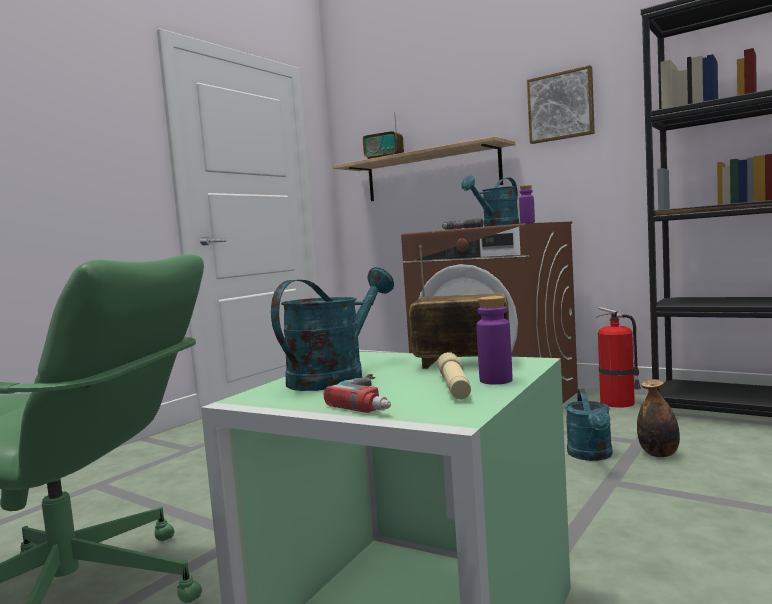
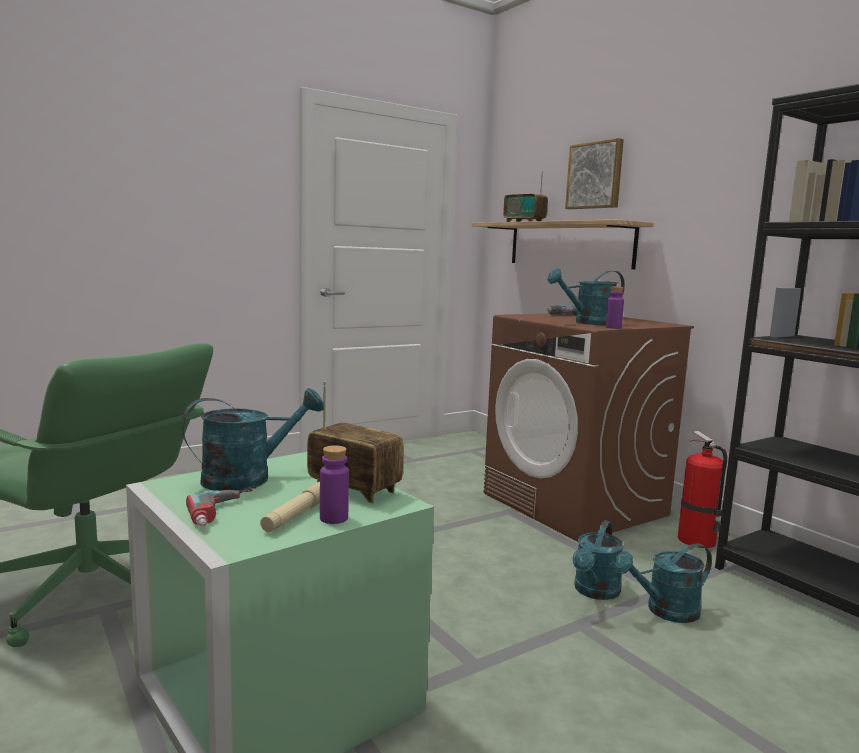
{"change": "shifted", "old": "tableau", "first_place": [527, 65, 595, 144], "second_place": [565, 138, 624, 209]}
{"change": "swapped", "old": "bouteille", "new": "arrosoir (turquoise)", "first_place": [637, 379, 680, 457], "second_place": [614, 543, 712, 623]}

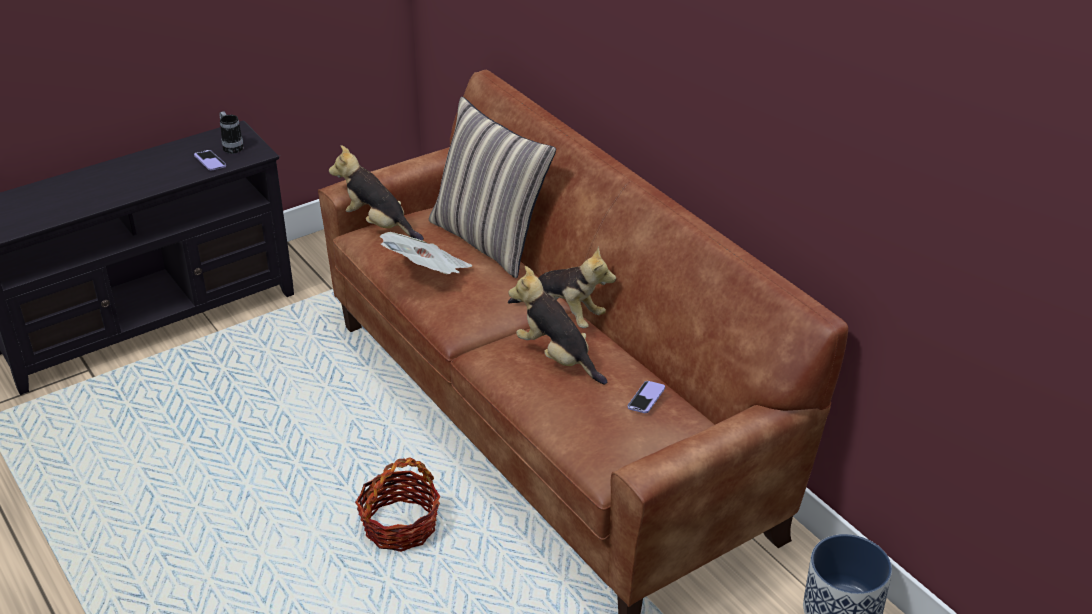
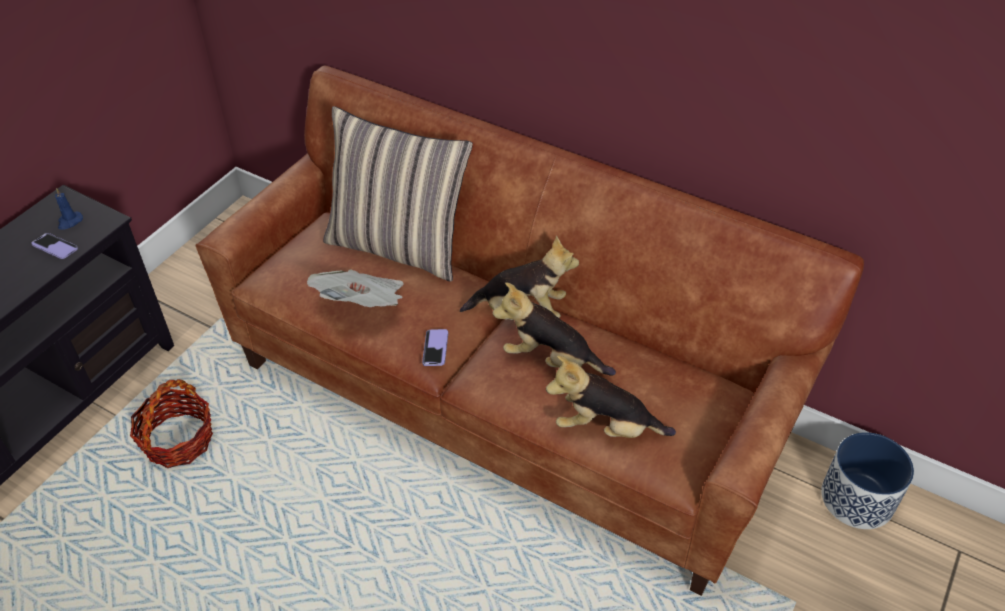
{"change": "swapped", "old": "mug", "new": "bougie (bleu)", "first_place": [219, 111, 244, 154], "second_place": [55, 188, 83, 230]}
{"change": "shifted", "old": "peluche", "first_place": [329, 145, 424, 241], "second_place": [546, 356, 676, 438]}
{"change": "shifted", "old": "panier", "first_place": [355, 457, 441, 552], "second_place": [130, 379, 213, 468]}
{"change": "shifted", "old": "téléphone", "first_place": [628, 381, 665, 413], "second_place": [422, 329, 448, 366]}

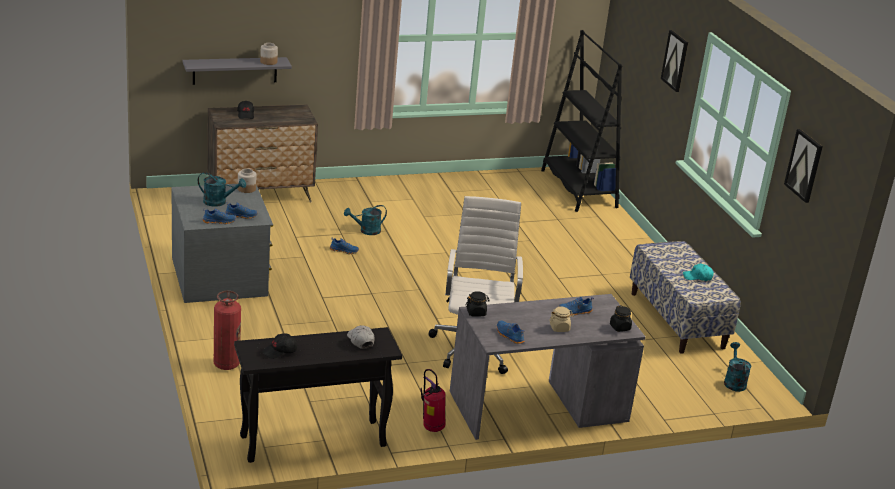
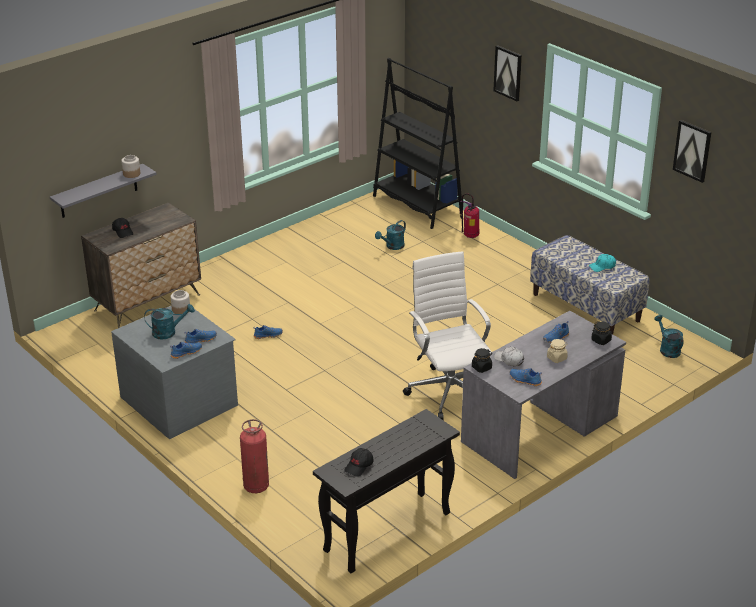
{"change": "shifted", "old": "arrosoir (turquoise)", "first_place": [344, 205, 387, 235], "second_place": [375, 220, 406, 250]}
{"change": "shifted", "old": "casquette (blanc)", "first_place": [347, 325, 375, 349], "second_place": [494, 347, 524, 367]}
{"change": "shifted", "old": "extincteur", "first_place": [420, 369, 446, 432], "second_place": [459, 193, 480, 238]}

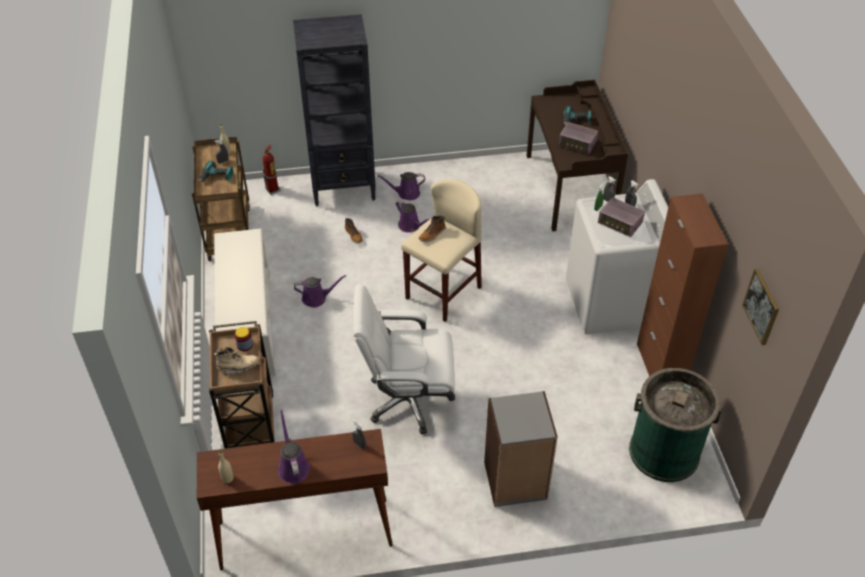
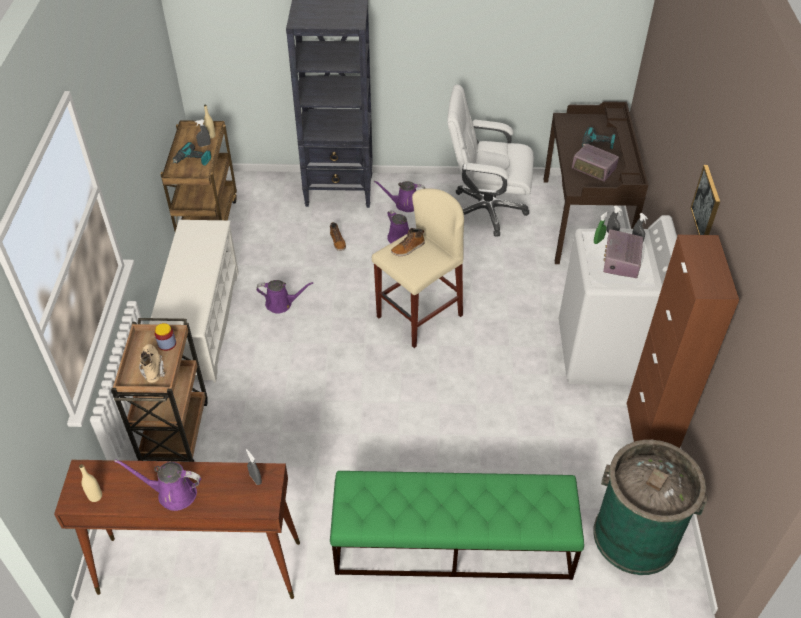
{"change": "rotated", "old": "botte (beige)", "first_place": [214, 347, 259, 377], "second_place": [139, 344, 165, 383], "degrees": -105}
{"change": "gone", "old": "extincteur", "first_place": [263, 145, 281, 195]}
{"change": "rotated", "old": "arrosoir (violet)", "first_place": [278, 410, 310, 484], "second_place": [114, 459, 201, 511], "degrees": -75}
{"change": "shifted", "old": "chaise de bureau (blanc)", "first_place": [353, 284, 455, 434], "second_place": [447, 84, 534, 237]}
{"change": "swapped", "old": "bibliothèque (gris)", "new": "banc (vert)", "first_place": [484, 391, 558, 507], "second_place": [330, 471, 584, 580]}
{"change": "rotated", "old": "radio", "first_place": [598, 197, 645, 237], "second_place": [603, 229, 643, 278], "degrees": 60}
{"change": "shifted", "old": "tableau", "first_place": [742, 269, 779, 345], "second_place": [690, 165, 720, 235]}

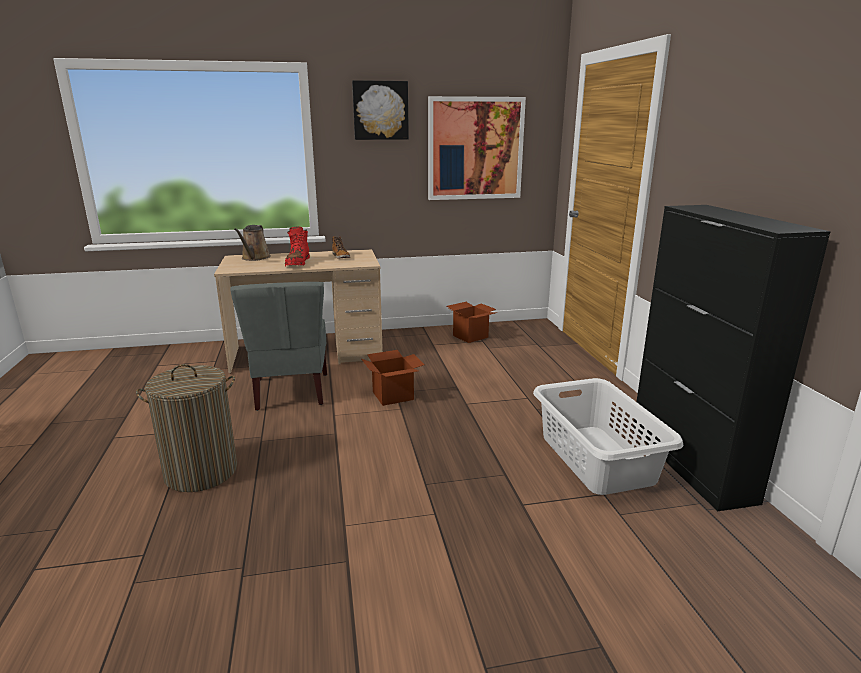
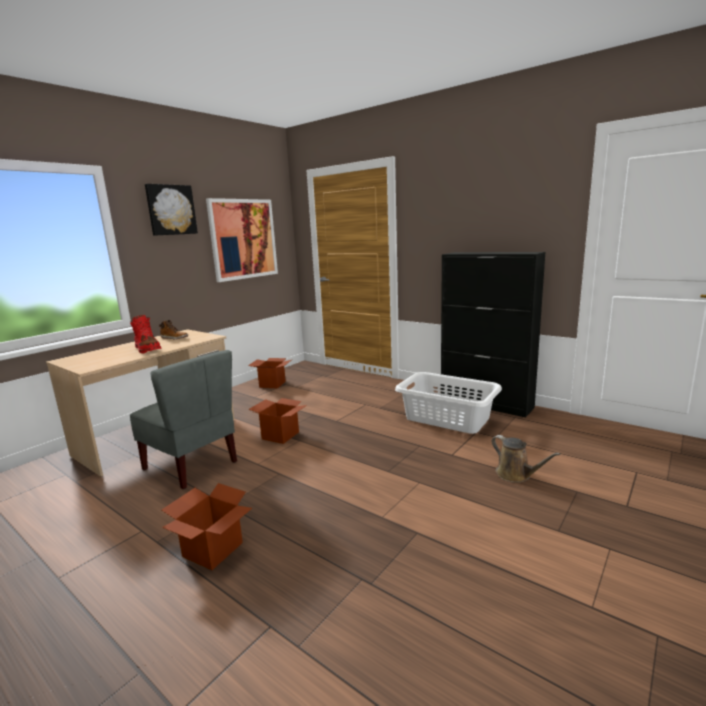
{"change": "swapped", "old": "panier à linge", "new": "carton", "first_place": [136, 364, 237, 492], "second_place": [162, 483, 252, 570]}
{"change": "shifted", "old": "arrosoir (marron)", "first_place": [234, 225, 271, 261], "second_place": [491, 435, 561, 483]}

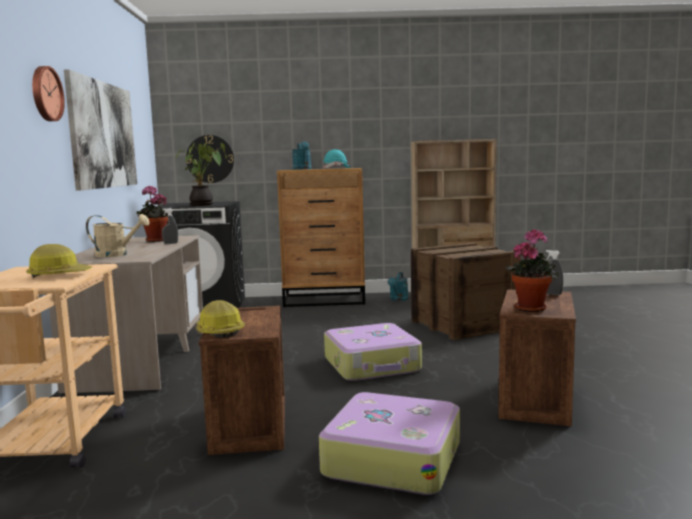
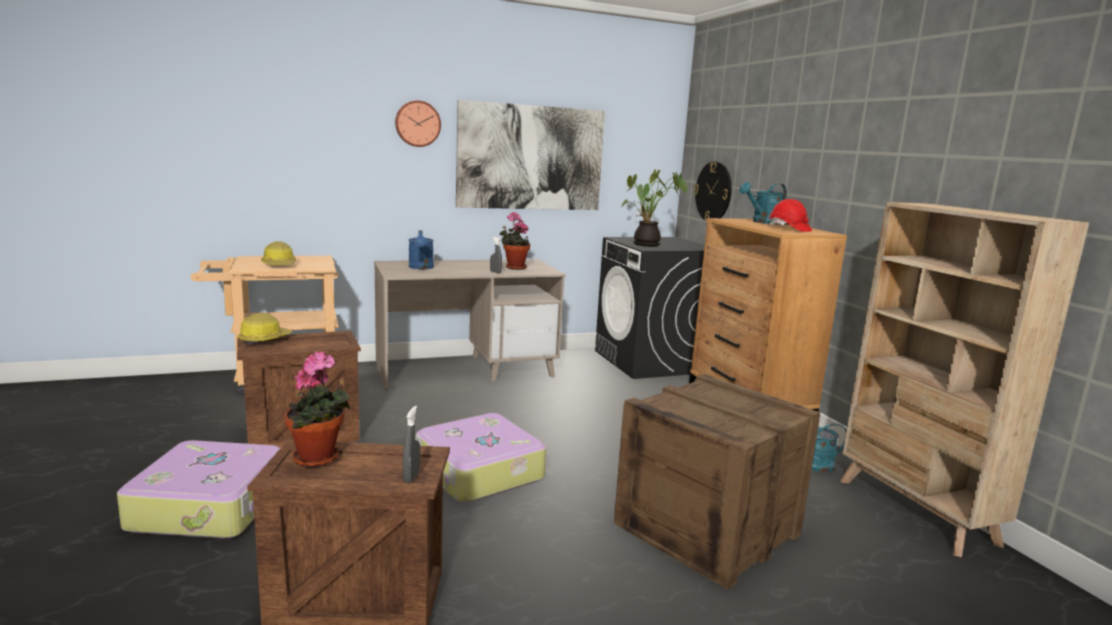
{"change": "repainted", "old": "arrosoir (beige)", "new": "arrosoir (bleu)", "first_place": [86, 214, 150, 257], "second_place": [409, 230, 434, 269]}
{"change": "repainted", "old": "casque de chantier (turquoise)", "new": "casque de chantier (rouge)", "first_place": [323, 149, 351, 169], "second_place": [769, 199, 812, 232]}

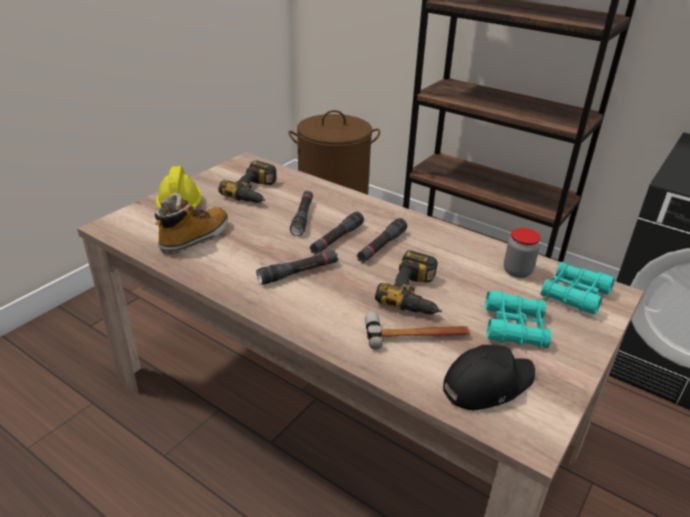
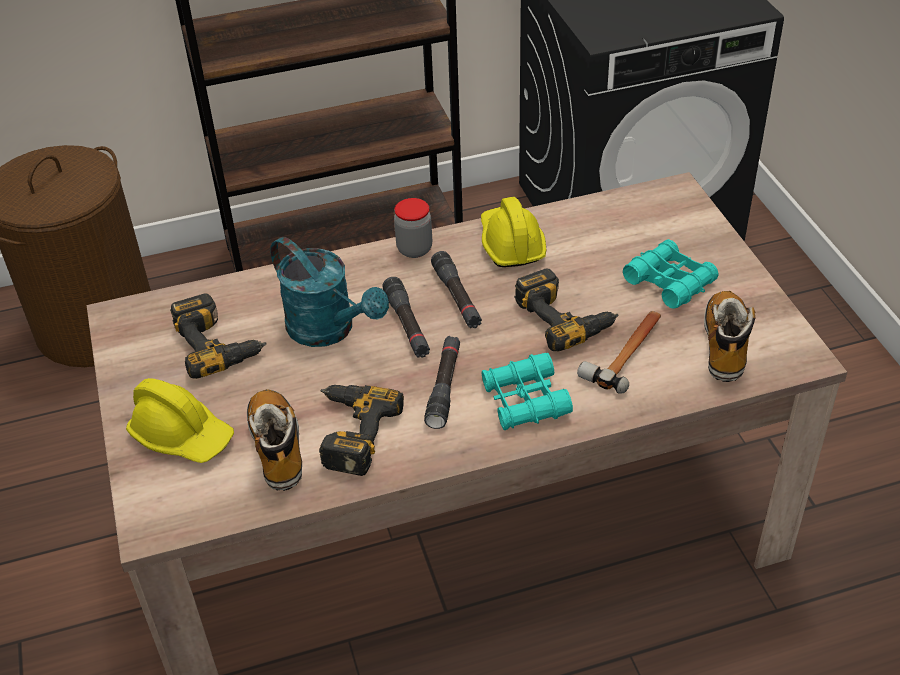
{"change": "swapped", "old": "lampe de poche (noir)", "new": "arrosoir (turquoise)", "first_place": [290, 191, 313, 236], "second_place": [270, 237, 389, 347]}
{"change": "swapped", "old": "casquette (noir)", "new": "botte", "first_place": [443, 345, 535, 410], "second_place": [704, 291, 756, 382]}
{"change": "shifted", "old": "bocal", "first_place": [504, 228, 541, 278], "second_place": [394, 198, 432, 258]}
{"change": "shifted", "old": "jumelles (turquoise)", "first_place": [541, 262, 615, 314], "second_place": [481, 353, 573, 430]}
{"change": "new", "new": "perceuse", "second_place": [319, 385, 404, 476]}
{"change": "new", "new": "casque de chantier (jaune)", "second_place": [481, 197, 546, 267]}

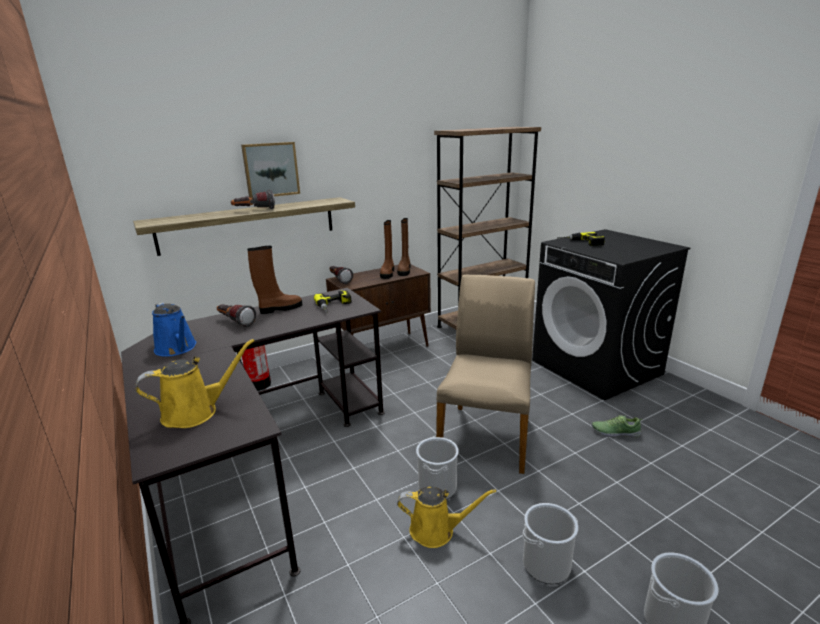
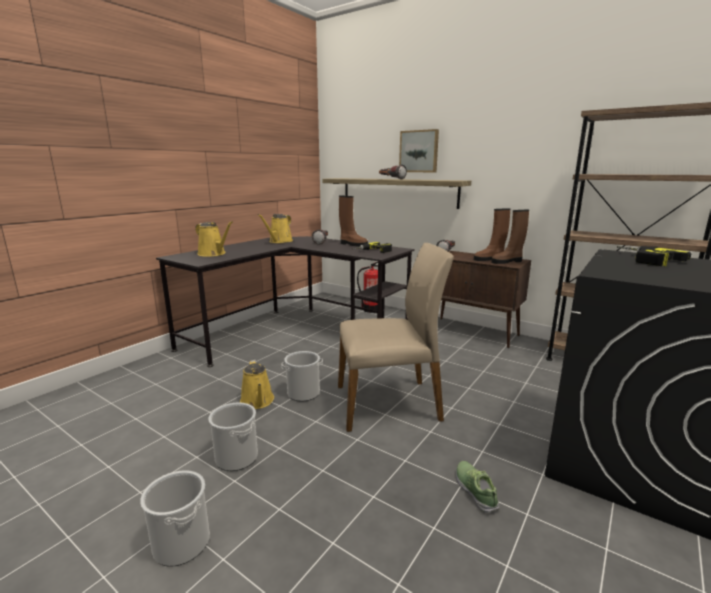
{"change": "repainted", "old": "arrosoir (bleu)", "new": "arrosoir (jaune)", "first_place": [152, 302, 196, 356], "second_place": [257, 214, 293, 243]}

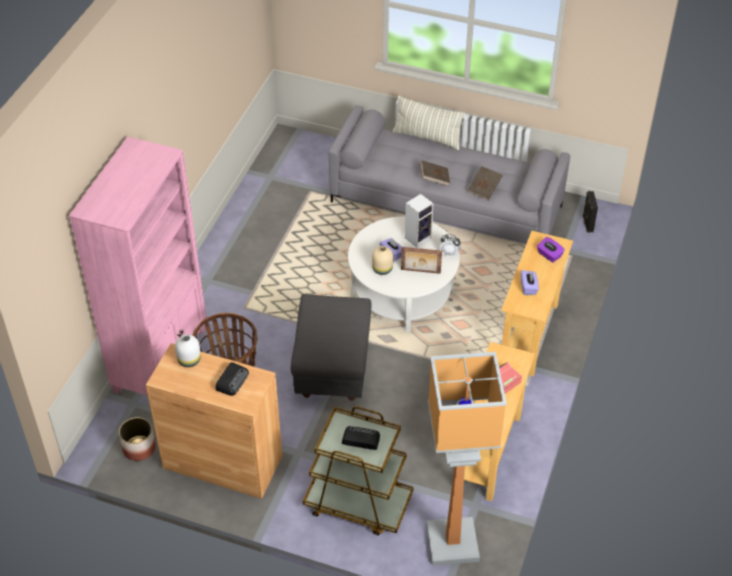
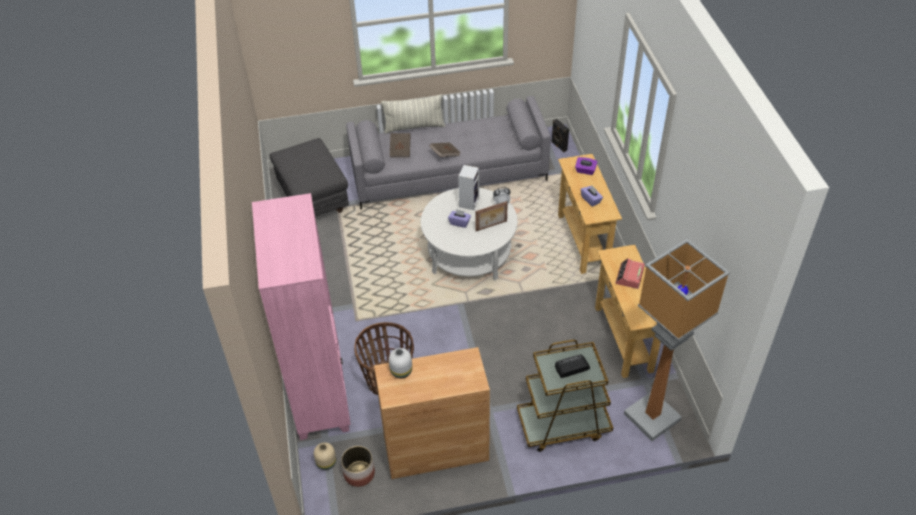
{"change": "gone", "old": "radio", "first_place": [216, 362, 249, 396]}
{"change": "shifted", "old": "pouf (gris)", "first_place": [291, 294, 371, 401], "second_place": [269, 138, 349, 217]}
{"change": "shifted", "old": "vase (beige)", "first_place": [372, 246, 393, 275], "second_place": [314, 442, 336, 470]}
{"change": "shifted", "old": "livre (marron)", "first_place": [468, 166, 502, 201], "second_place": [390, 133, 411, 158]}

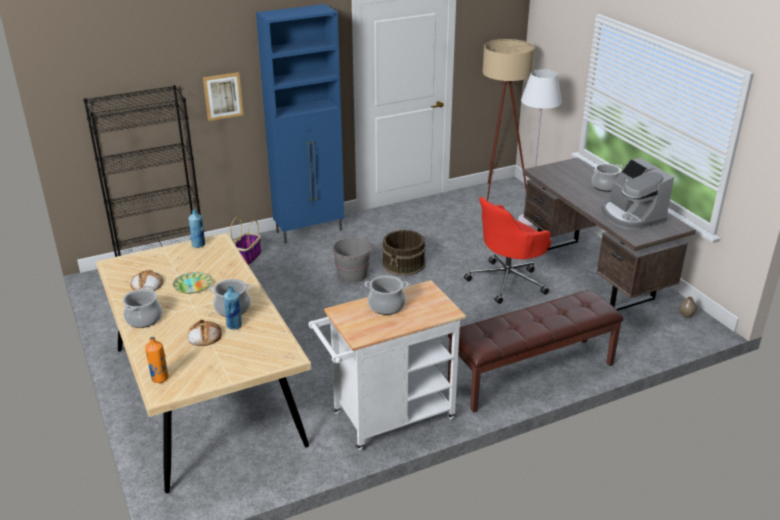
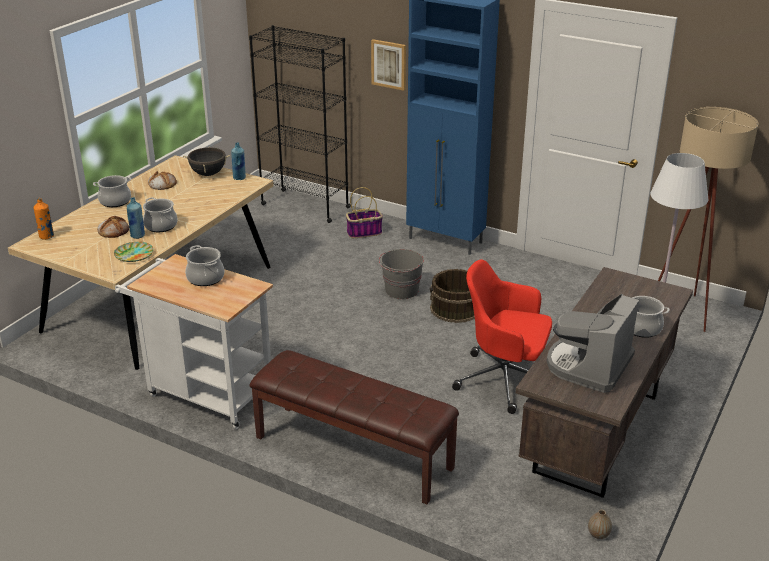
{"change": "shifted", "old": "assiette", "first_place": [173, 272, 212, 294], "second_place": [114, 242, 154, 262]}
{"change": "new", "new": "marmite (noir)", "second_place": [183, 146, 230, 176]}

